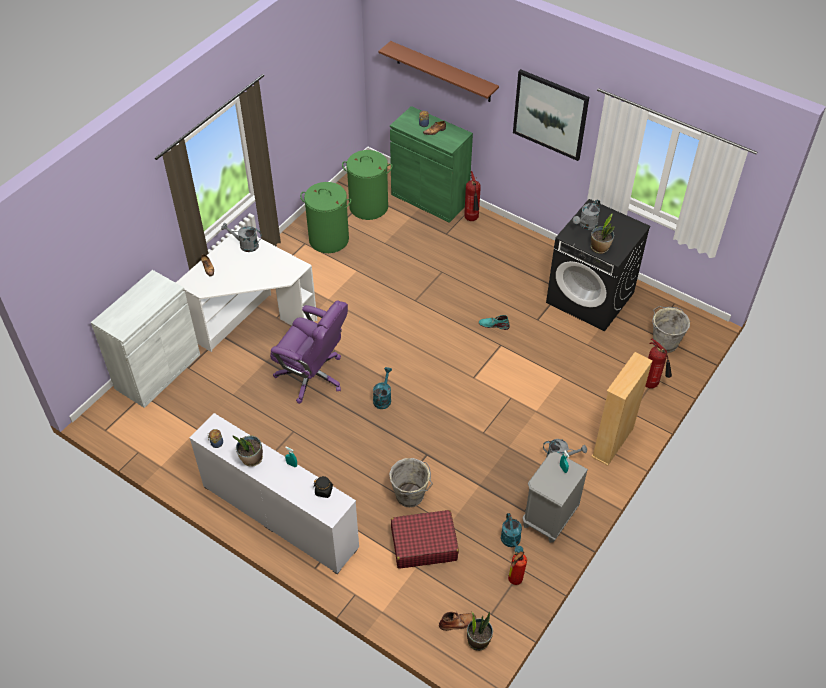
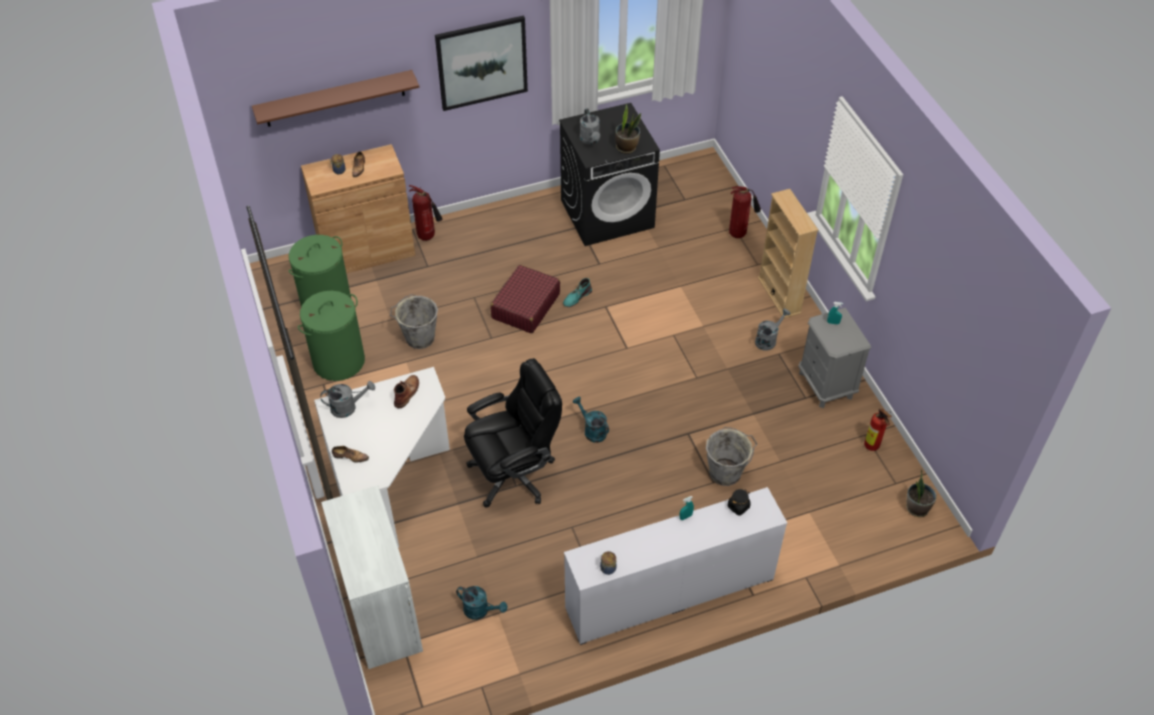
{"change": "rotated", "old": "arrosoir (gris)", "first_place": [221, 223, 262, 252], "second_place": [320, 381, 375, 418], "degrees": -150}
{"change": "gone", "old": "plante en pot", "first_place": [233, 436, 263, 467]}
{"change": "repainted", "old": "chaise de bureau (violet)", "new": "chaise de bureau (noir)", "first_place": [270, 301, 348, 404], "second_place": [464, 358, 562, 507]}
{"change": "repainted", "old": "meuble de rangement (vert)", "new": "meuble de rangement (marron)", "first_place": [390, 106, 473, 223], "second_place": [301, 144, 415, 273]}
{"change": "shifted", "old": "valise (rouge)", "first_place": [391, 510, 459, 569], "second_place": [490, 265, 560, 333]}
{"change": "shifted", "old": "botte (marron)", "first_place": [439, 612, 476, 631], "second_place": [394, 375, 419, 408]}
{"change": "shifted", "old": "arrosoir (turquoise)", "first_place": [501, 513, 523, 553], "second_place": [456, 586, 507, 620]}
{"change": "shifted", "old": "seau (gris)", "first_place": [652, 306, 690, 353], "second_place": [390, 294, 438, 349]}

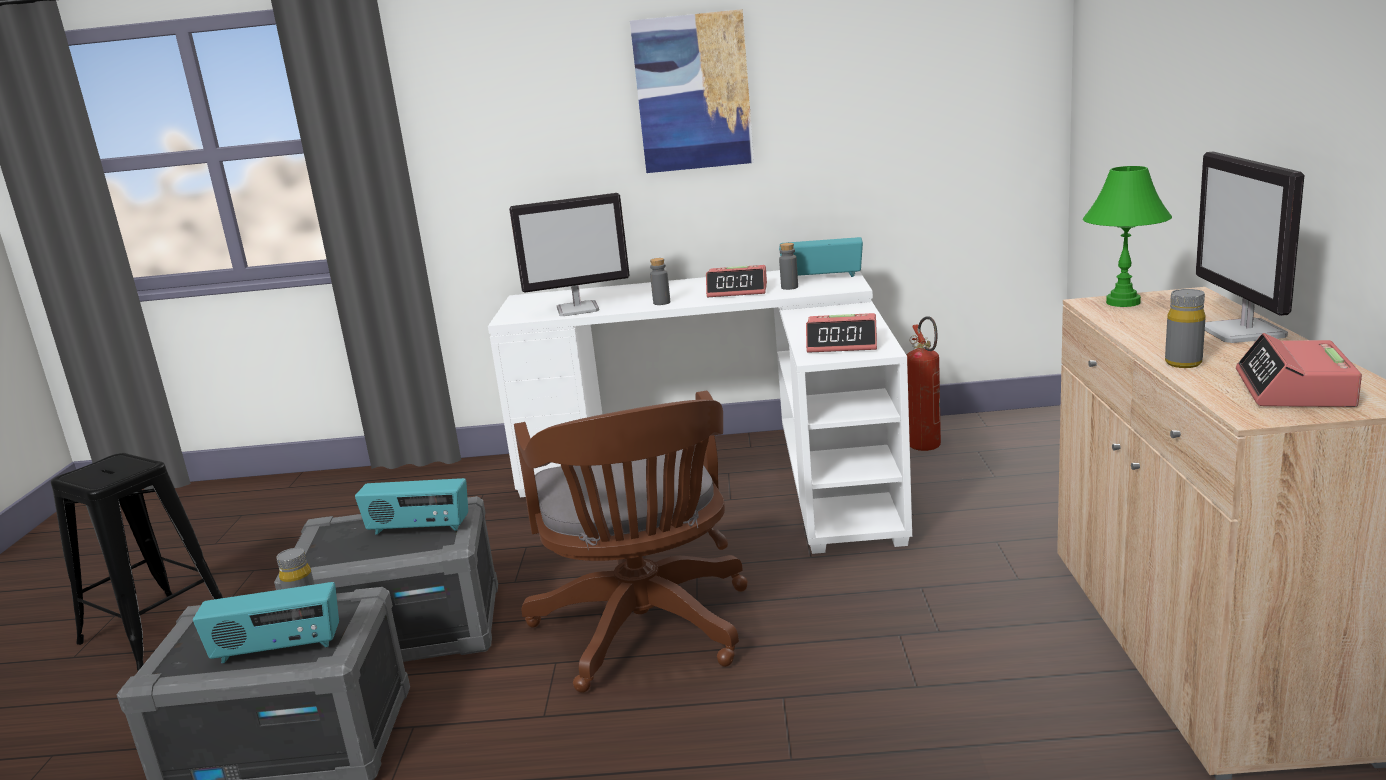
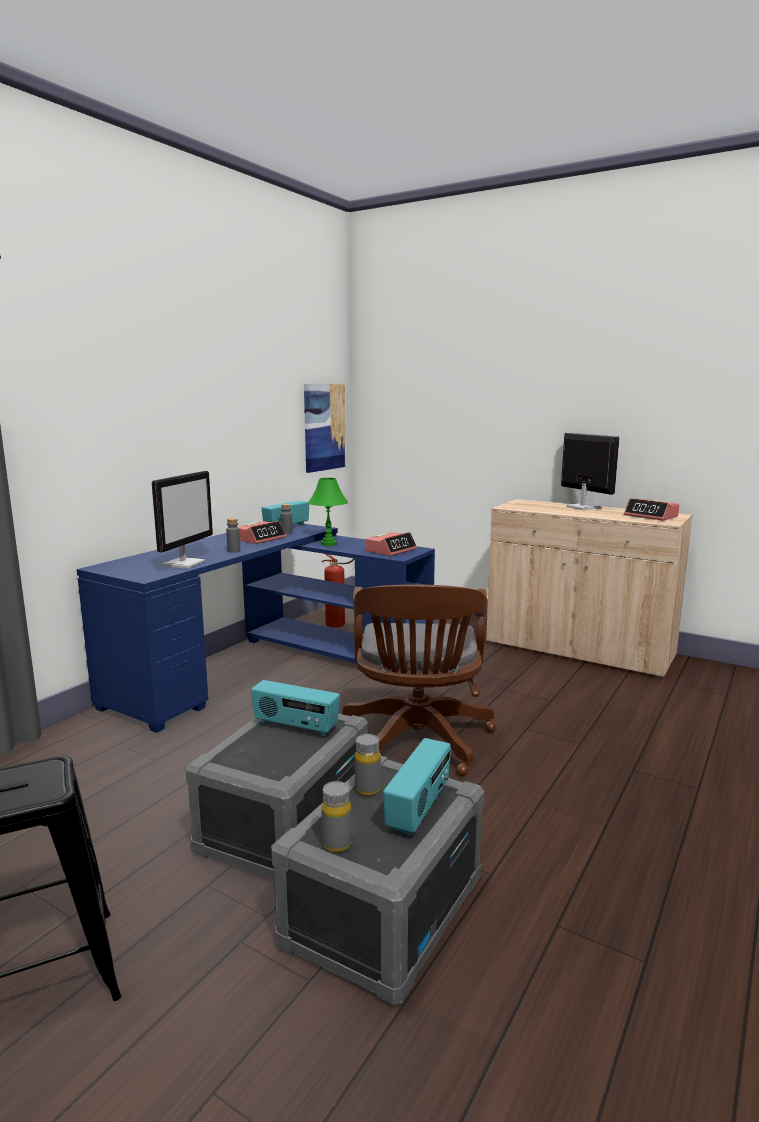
{"change": "rotated", "old": "radio", "first_place": [355, 478, 468, 535], "second_place": [251, 680, 340, 737], "degrees": 75}
{"change": "repainted", "old": "bureau (blanc)", "new": "bureau (bleu)", "first_place": [488, 270, 912, 554], "second_place": [77, 523, 435, 733]}
{"change": "rotated", "old": "chaise de bureau (marron)", "first_place": [514, 390, 748, 693], "second_place": [343, 584, 496, 776], "degrees": 75}
{"change": "shifted", "old": "tableau", "first_place": [630, 9, 754, 173], "second_place": [304, 384, 346, 473]}
{"change": "shifted", "old": "lampe de table (vert)", "first_place": [1083, 166, 1172, 307], "second_place": [308, 478, 348, 546]}
{"change": "shifted", "old": "bouteille (gris)", "first_place": [1165, 289, 1206, 368], "second_place": [321, 781, 352, 852]}
{"change": "rotated", "old": "écran d'ordinateur", "first_place": [1196, 151, 1304, 343], "second_place": [561, 433, 619, 510], "degrees": -150}

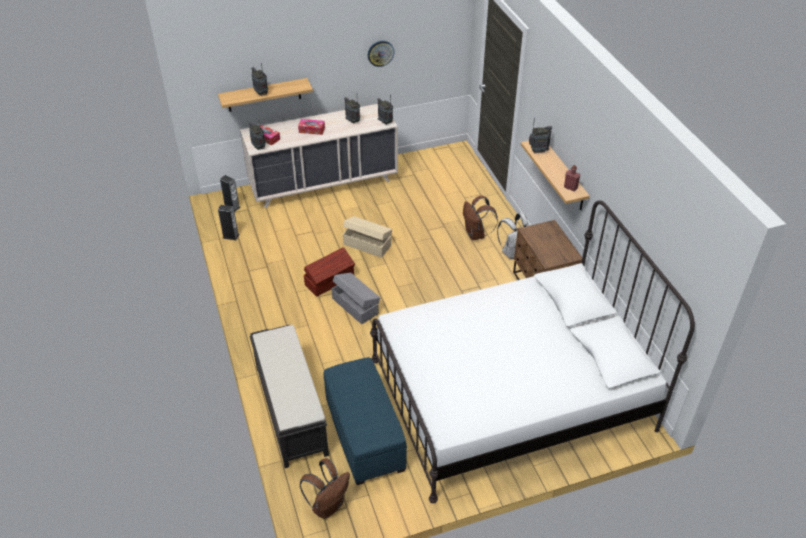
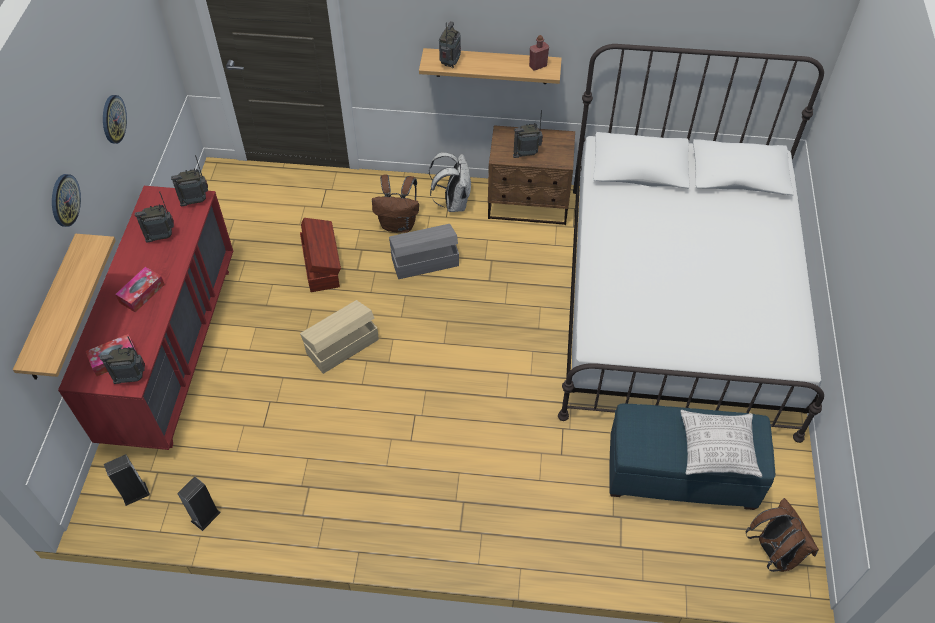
{"change": "repainted", "old": "commode (beige)", "new": "commode (rouge)", "first_place": [240, 104, 398, 208], "second_place": [58, 186, 233, 450]}
{"change": "gone", "old": "banc (noir)", "first_place": [250, 325, 329, 468]}
{"change": "shifted", "old": "radio", "first_place": [251, 63, 268, 96], "second_place": [513, 110, 543, 158]}
{"change": "shifted", "old": "boîte de rangement (marron)", "first_place": [304, 247, 355, 297], "second_place": [300, 218, 341, 292]}
{"change": "shifted", "old": "boîte de rangement (gris)", "first_place": [331, 273, 380, 324], "second_place": [389, 224, 459, 279]}
{"change": "new", "new": "horloge murale", "second_place": [52, 174, 81, 227]}
{"change": "new", "new": "coussin", "second_place": [681, 410, 762, 478]}

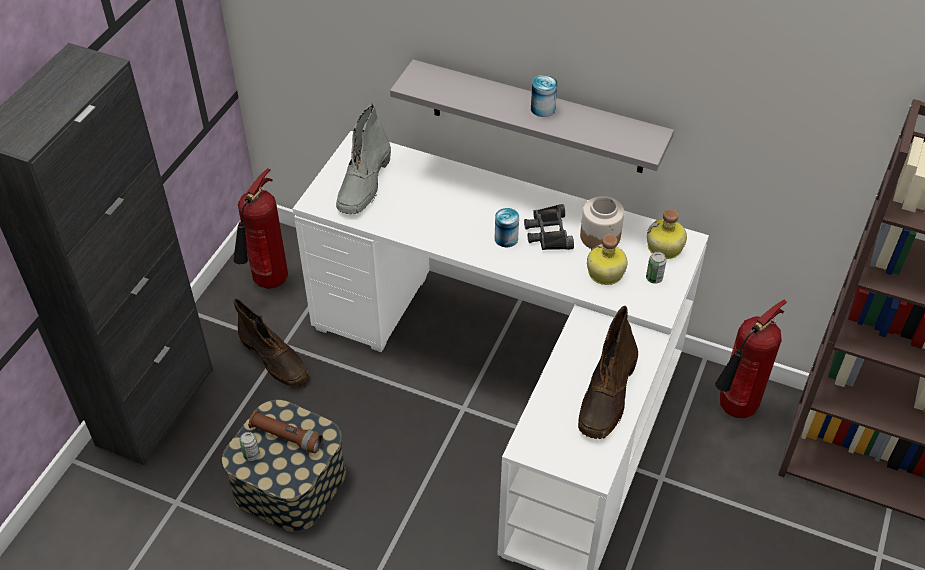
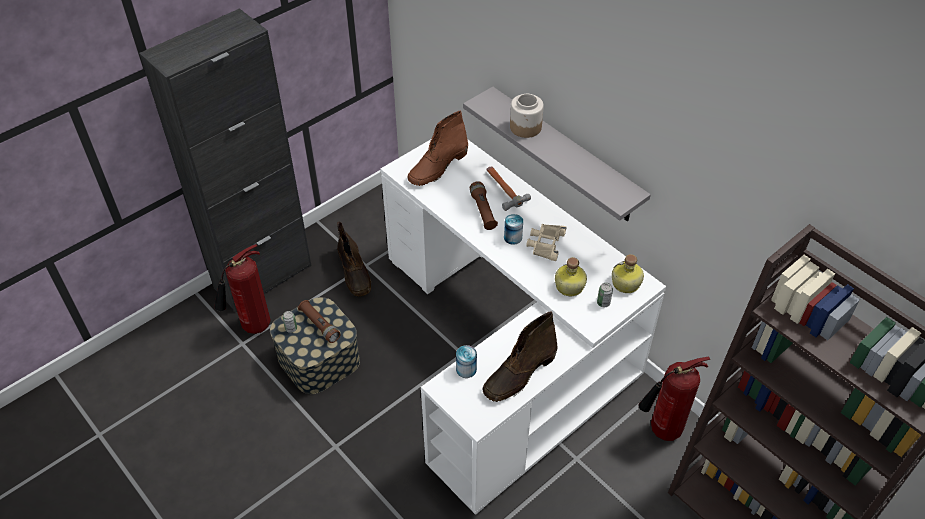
{"change": "shifted", "old": "extincteur", "first_place": [233, 168, 288, 289], "second_place": [214, 244, 270, 334]}
{"change": "repainted", "old": "botte (gris)", "new": "botte (marron)", "first_place": [336, 103, 391, 215], "second_place": [407, 111, 468, 186]}
{"change": "repainted", "old": "jumelles (noir)", "new": "jumelles (beige)", "first_place": [524, 204, 574, 250], "second_place": [526, 224, 566, 261]}
{"change": "shifted", "old": "boîte métallique", "first_place": [531, 75, 557, 117], "second_place": [456, 345, 477, 378]}
{"change": "shifted", "old": "bocal", "first_place": [580, 196, 624, 249], "second_place": [510, 94, 544, 138]}
{"change": "new", "new": "lampe de poche (marron)", "second_place": [470, 181, 498, 230]}
{"change": "new", "new": "marteau", "second_place": [486, 166, 531, 211]}

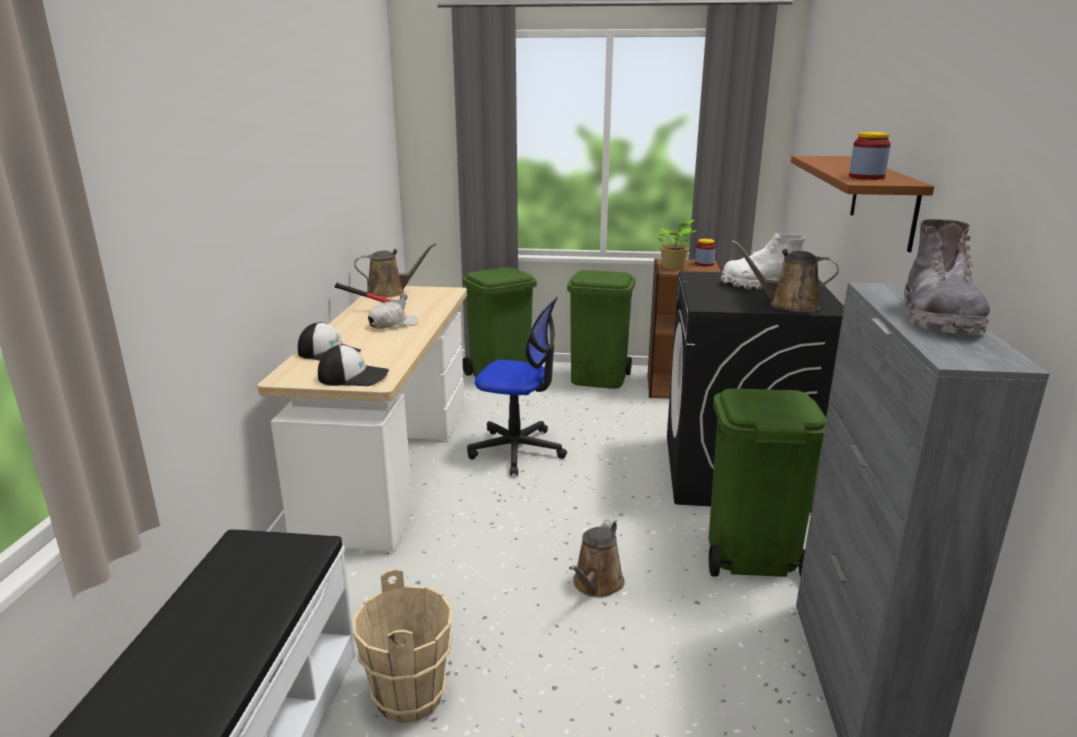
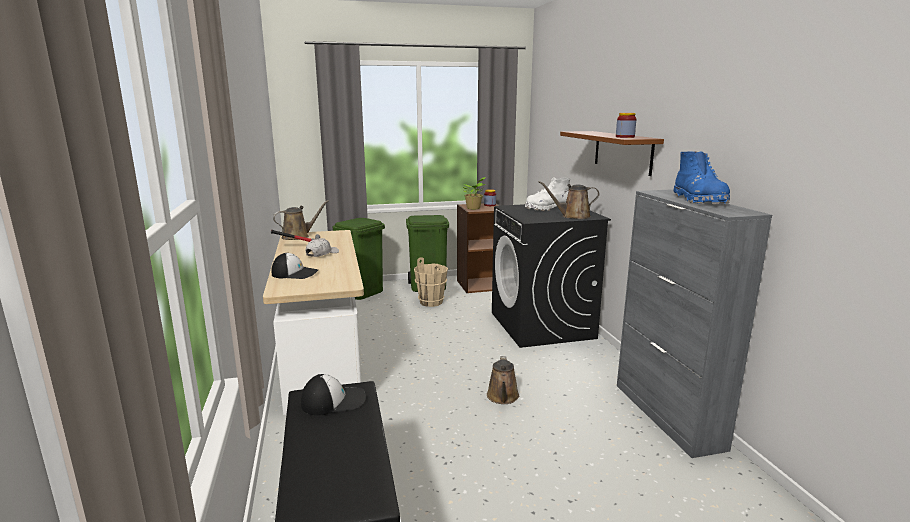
{"change": "shifted", "old": "casquette", "first_place": [318, 345, 389, 386], "second_place": [301, 374, 366, 415]}
{"change": "shifted", "old": "seau (beige)", "first_place": [352, 569, 453, 723], "second_place": [414, 257, 448, 307]}
{"change": "gone", "old": "chaise de bureau", "first_place": [467, 297, 567, 476]}
{"change": "gone", "old": "poubelle (vert)", "first_place": [709, 388, 826, 577]}
{"change": "repainted", "old": "botte (gris)", "new": "botte (bleu)", "first_place": [904, 219, 990, 335], "second_place": [673, 151, 730, 204]}

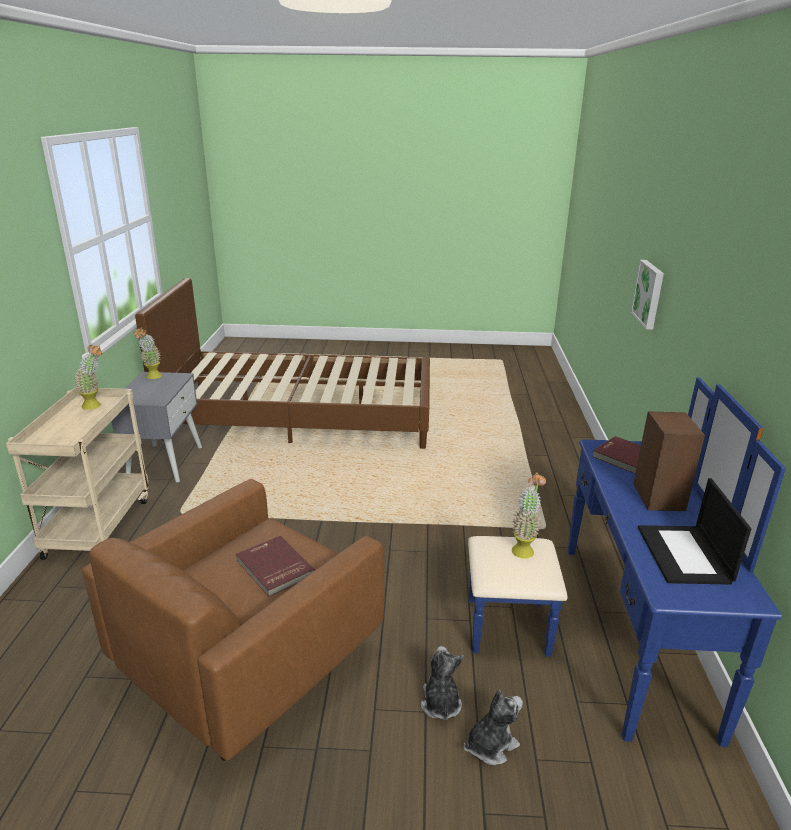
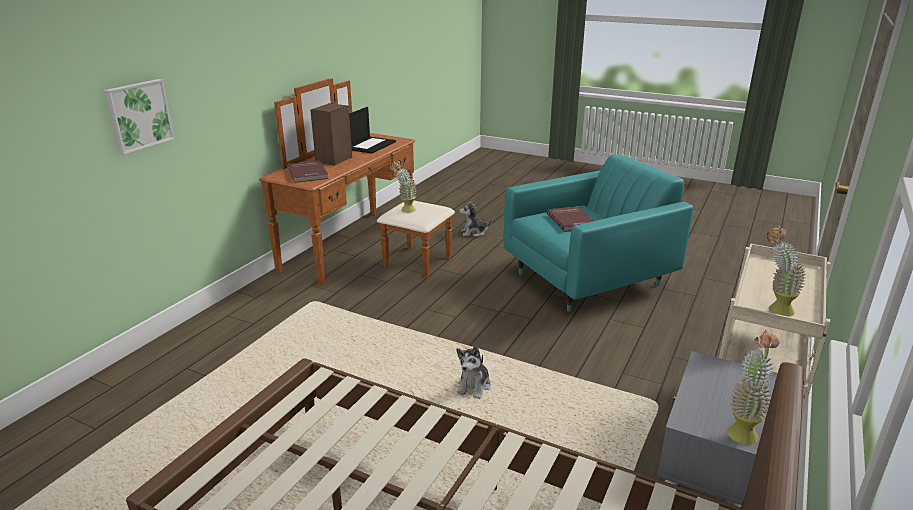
{"change": "repainted", "old": "fauteuil (marron)", "new": "fauteuil (turquoise)", "first_place": [82, 479, 385, 761], "second_place": [504, 154, 693, 312]}
{"change": "shifted", "old": "peluche", "first_place": [421, 646, 464, 720], "second_place": [456, 346, 491, 399]}
{"change": "repainted", "old": "commode (bleu)", "new": "commode (marron)", "first_place": [468, 377, 786, 747], "second_place": [259, 78, 455, 285]}

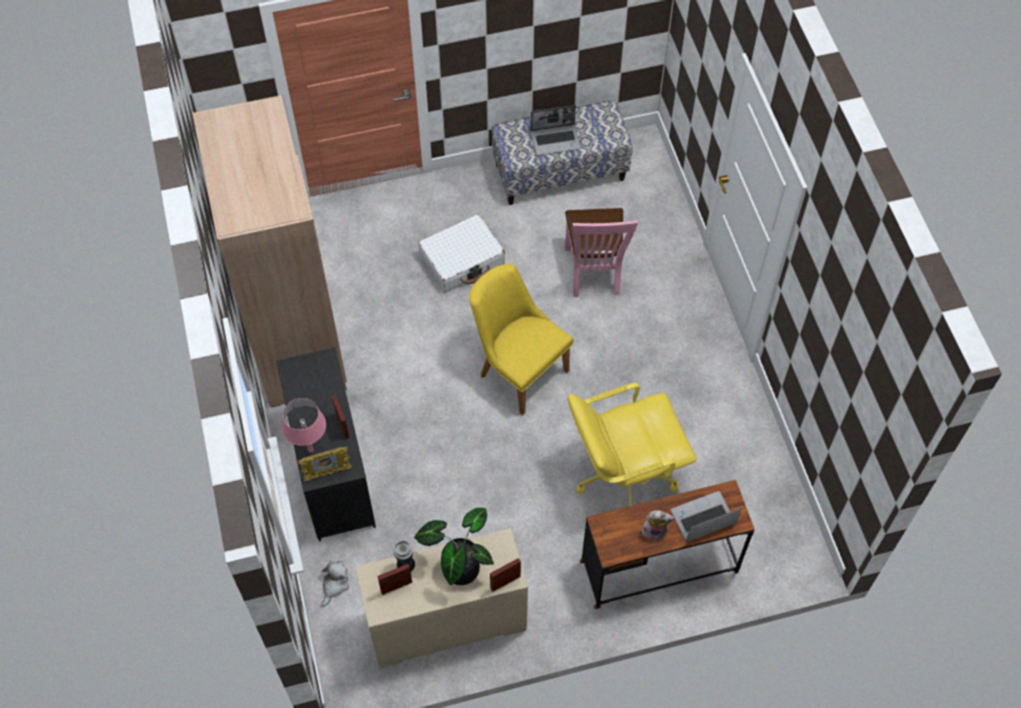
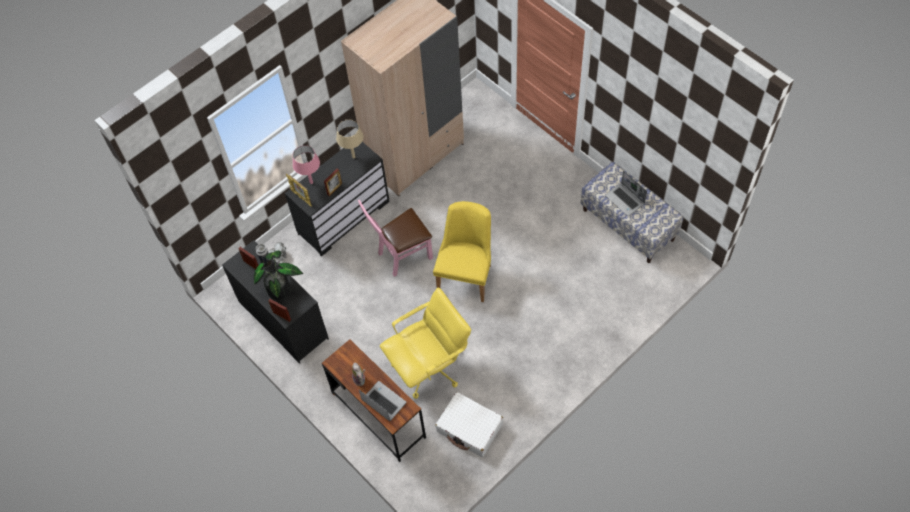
{"change": "repainted", "old": "commode (beige)", "new": "commode (noir)", "first_place": [355, 528, 528, 668], "second_place": [222, 240, 329, 364]}
{"change": "shifted", "old": "valise (blanc)", "first_place": [418, 214, 505, 293], "second_place": [435, 392, 503, 457]}
{"change": "shifted", "old": "chaise (rose)", "first_place": [565, 208, 638, 297], "second_place": [358, 199, 433, 277]}
{"change": "rotated", "old": "chaise de bureau (jaune)", "first_place": [568, 383, 696, 506], "second_place": [380, 287, 471, 399], "degrees": 105}
{"change": "new", "new": "lampe de table (beige)", "second_place": [336, 120, 363, 159]}

